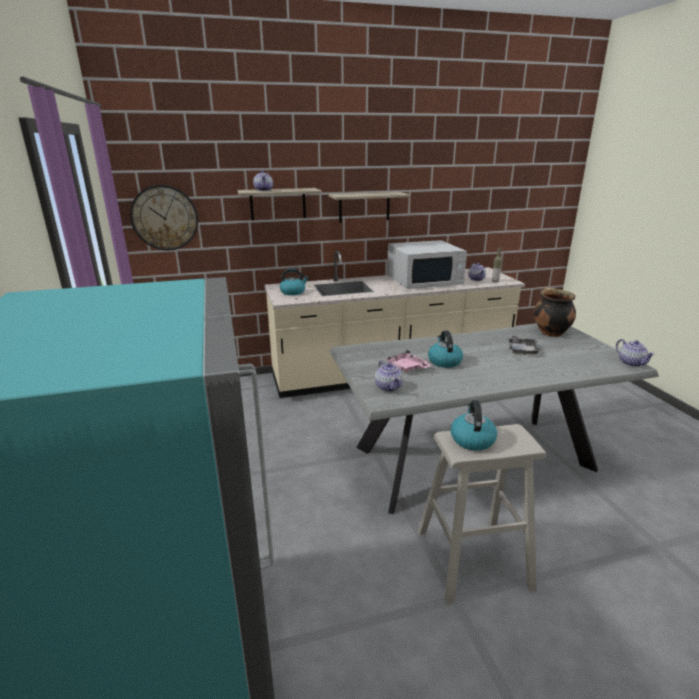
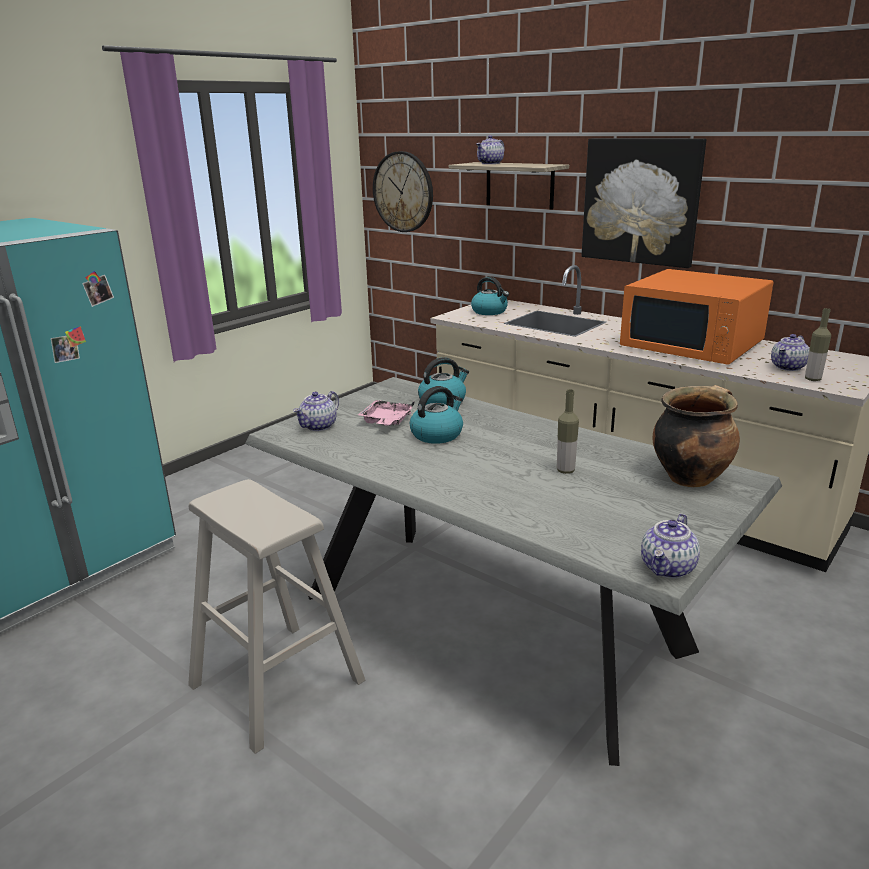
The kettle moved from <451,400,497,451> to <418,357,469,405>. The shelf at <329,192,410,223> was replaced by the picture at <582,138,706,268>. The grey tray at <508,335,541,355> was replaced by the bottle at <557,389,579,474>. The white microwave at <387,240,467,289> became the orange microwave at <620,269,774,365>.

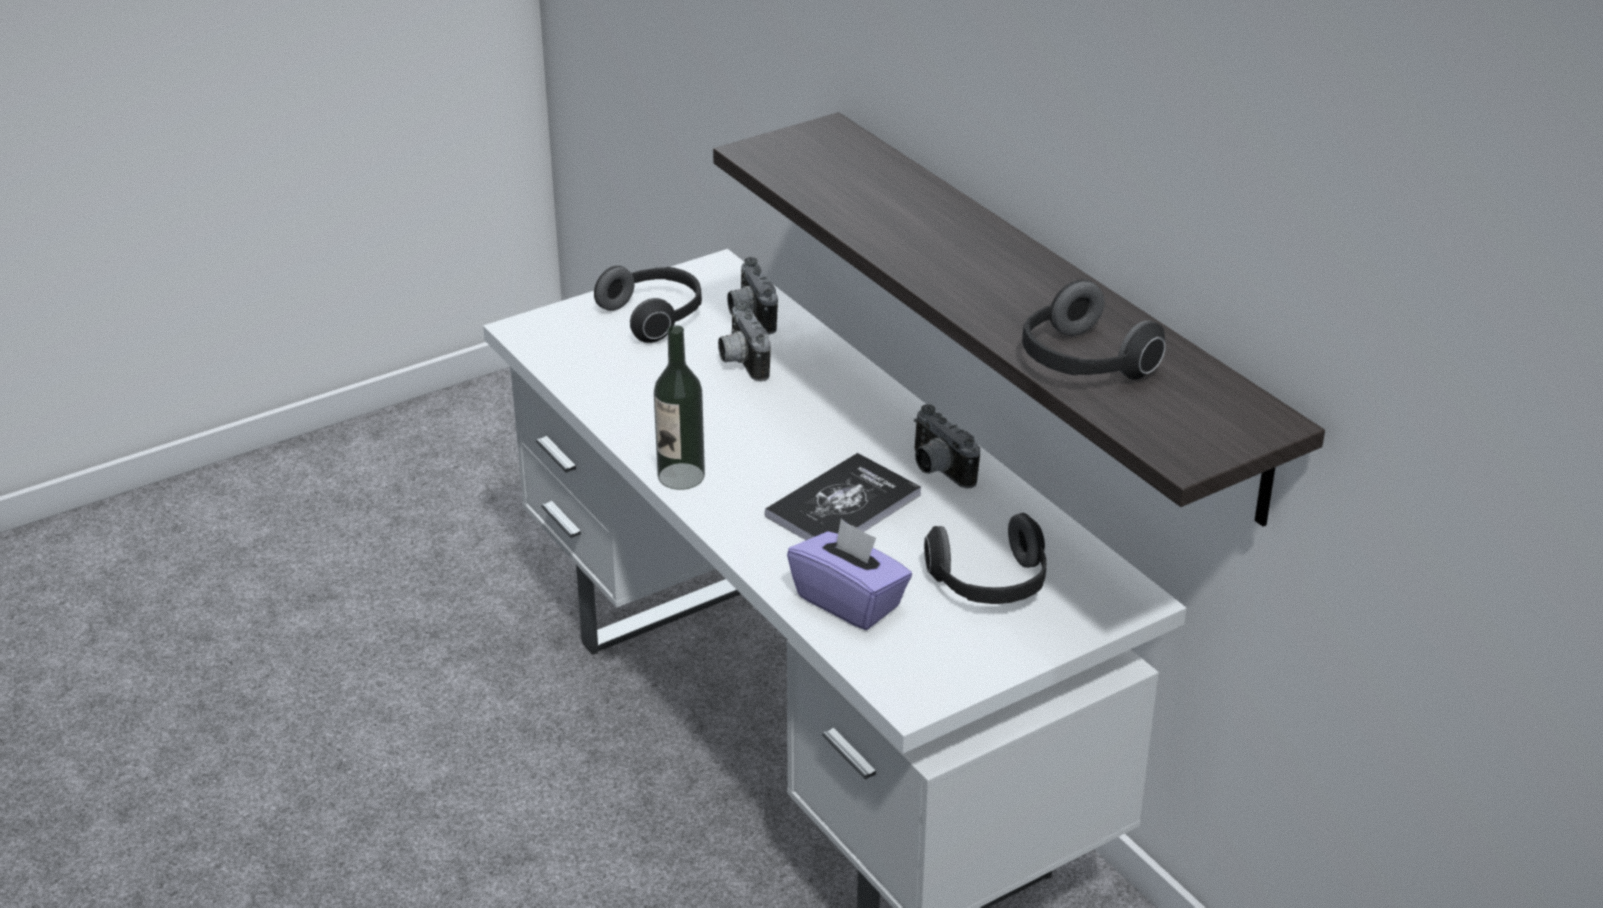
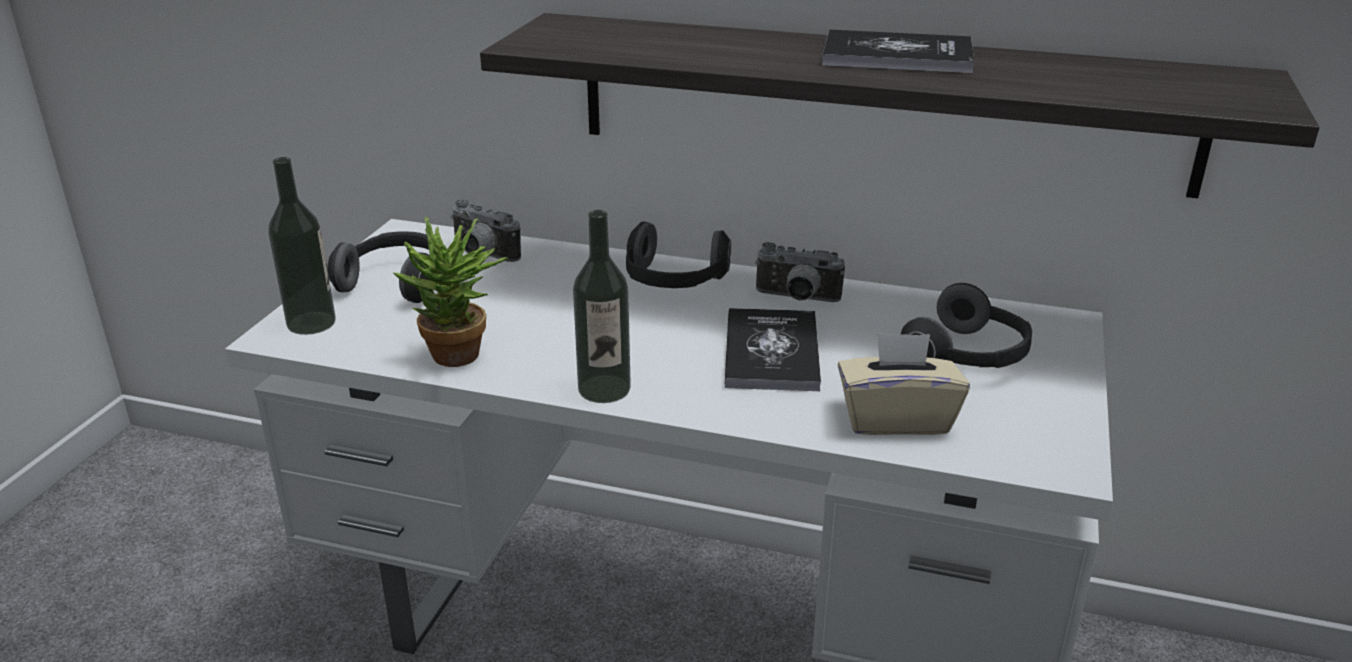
The photo camera at <718,301,771,381> disappeared. The bottle at <268,157,336,335> appeared. The potted plant at <393,216,509,367> appeared. The book at <822,30,974,74> appeared. The headphones moved from <1022,279,1166,380> to <626,221,731,288>. The purple tissue box at <787,518,912,630> became the beige tissue box at <838,333,970,435>.

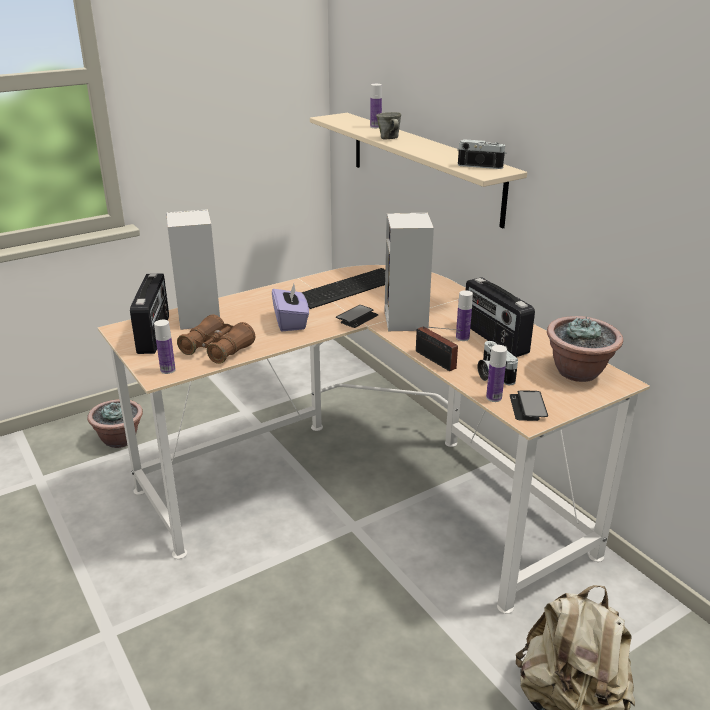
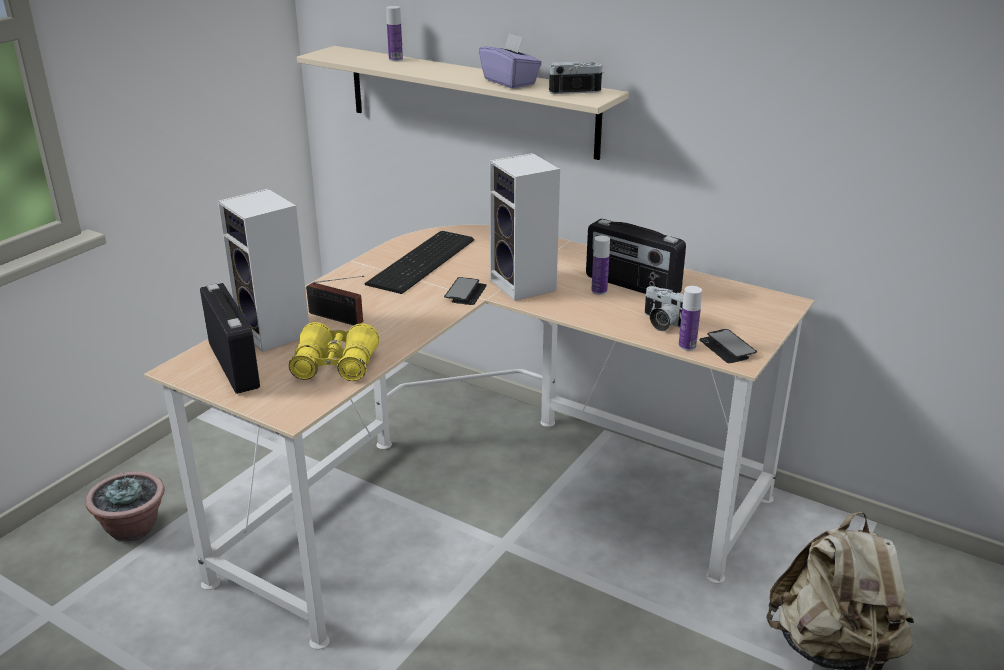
The bottle at <154,320,176,374> disappeared. The grey mug at <376,112,401,140> disappeared. The potted plant at <547,316,623,382> disappeared. The purple tissue box moved from <272,284,309,331> to <479,33,542,89>. The radio moved from <416,326,463,371> to <306,276,364,326>. The brown binoculars at <177,314,255,364> became the yellow binoculars at <289,322,379,381>.

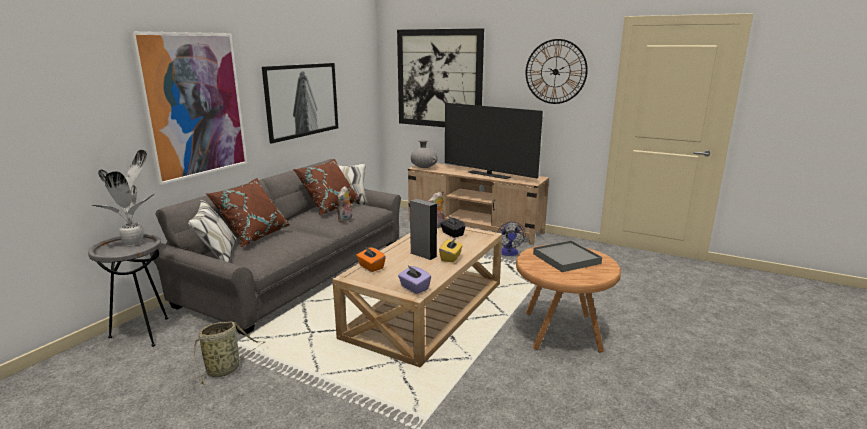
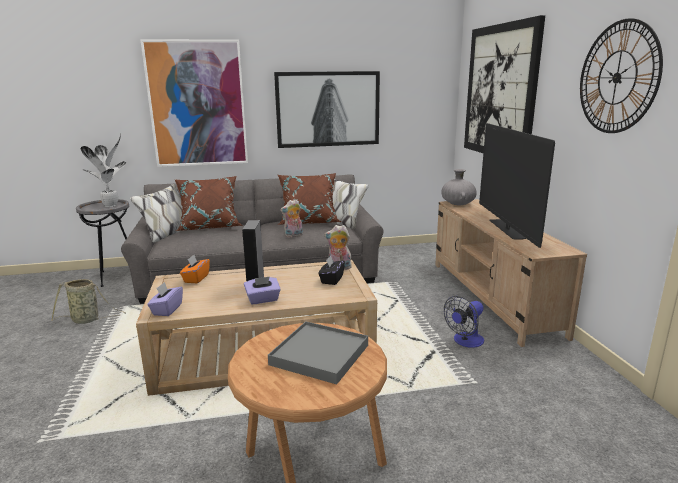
The yellow tissue box at <439,238,463,262> became the purple tissue box at <244,277,281,304>.

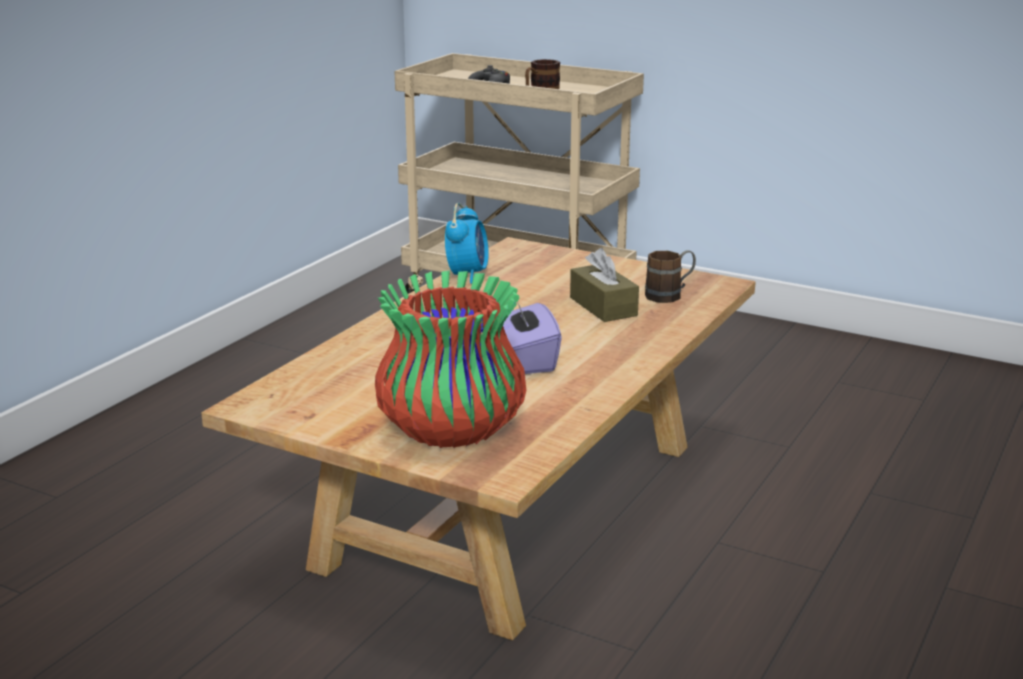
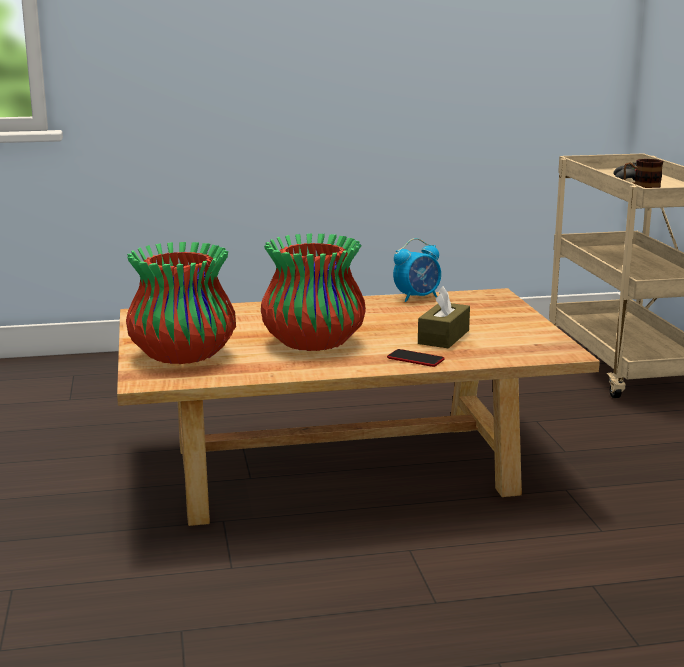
The brown mug at <645,250,696,303> disappeared. The phone at <387,349,445,367> appeared. The purple tissue box at <503,301,562,374> was replaced by the vase at <261,233,366,351>.

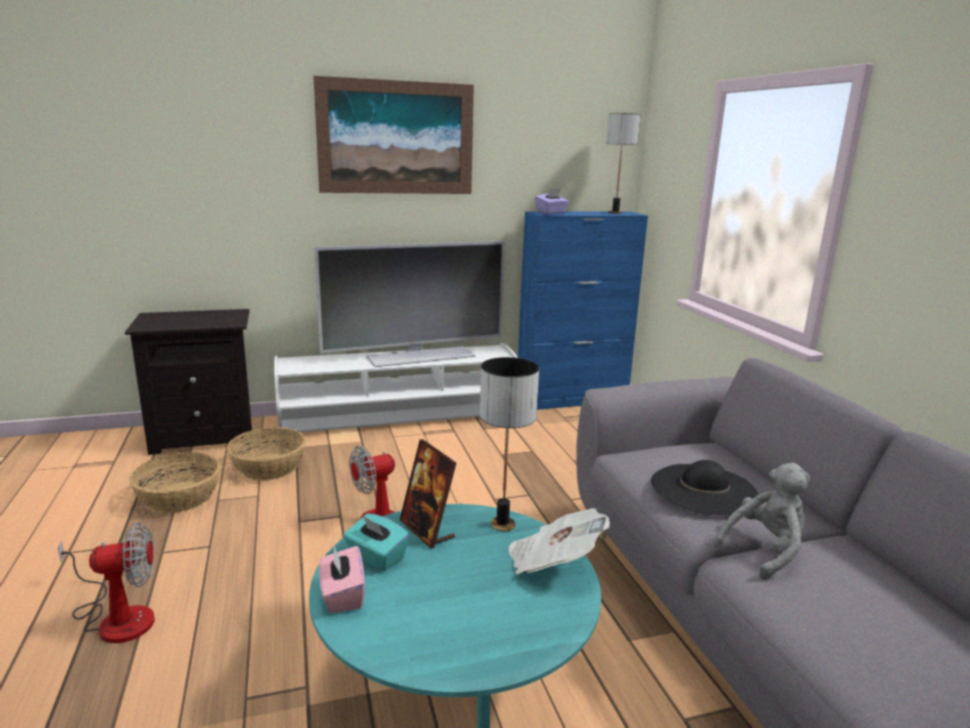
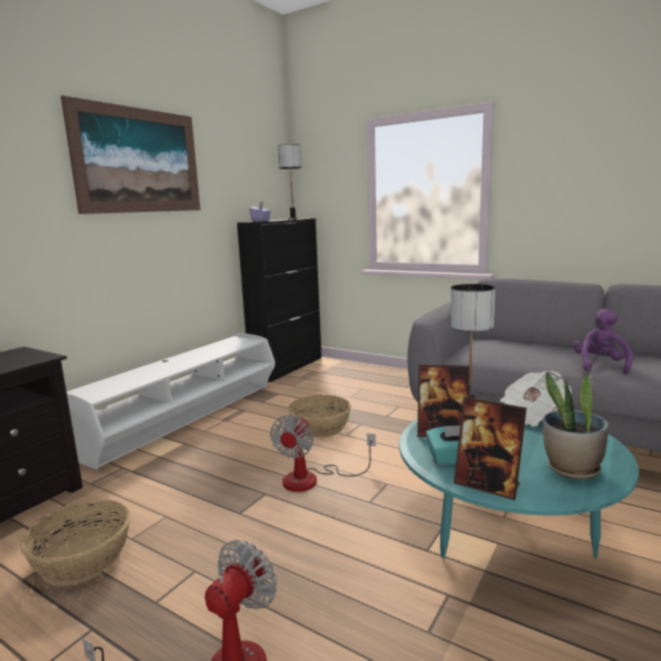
The television at <314,241,505,367> disappeared. The black hat at <651,460,759,515> disappeared. The potted plant at <543,372,609,480> appeared. The basket moved from <227,427,306,481> to <288,395,351,438>. The pink tissue box at <319,546,365,613> was replaced by the picture frame at <454,397,527,500>. The blue cabinet at <518,211,648,410> became the black cabinet at <237,218,322,382>. The grey plush toy at <713,463,810,580> became the purple plush toy at <573,309,633,375>.

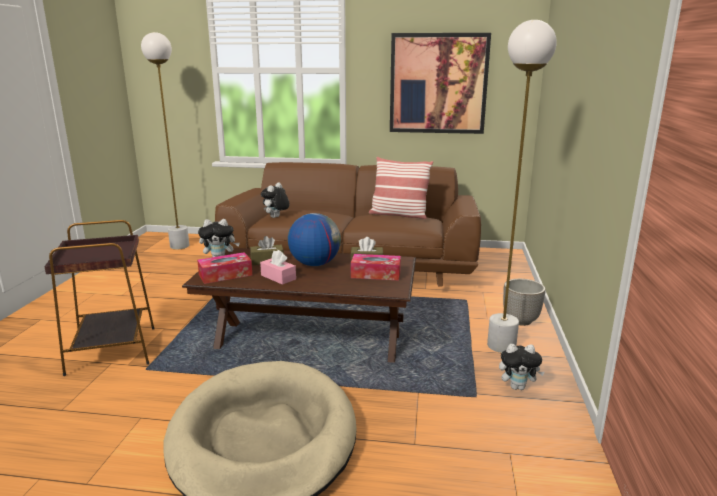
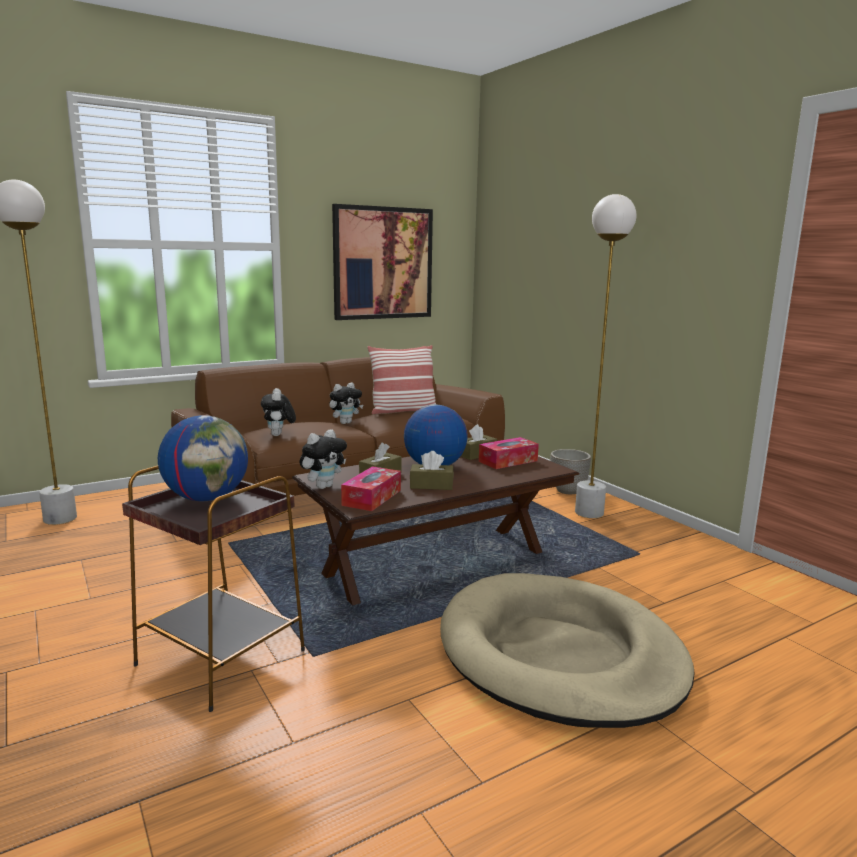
The globe at <158,415,248,501> appeared. The plush toy moved from <499,344,545,390> to <329,383,363,424>. The pink tissue box at <260,250,296,285> became the brown tissue box at <410,451,454,490>.

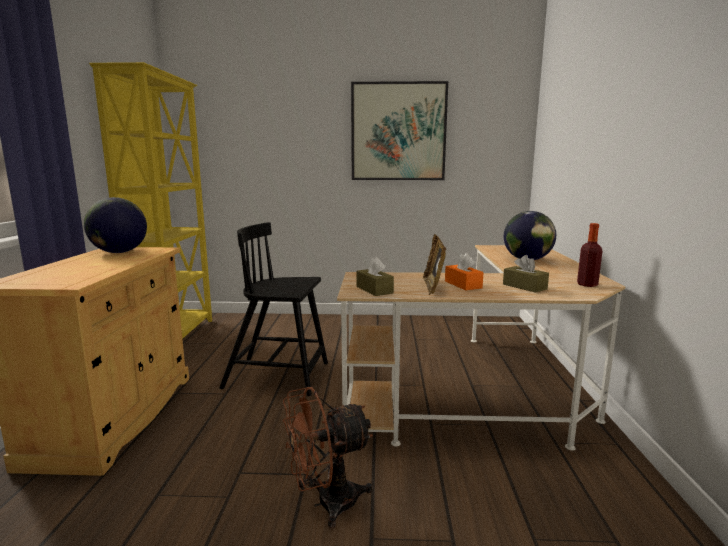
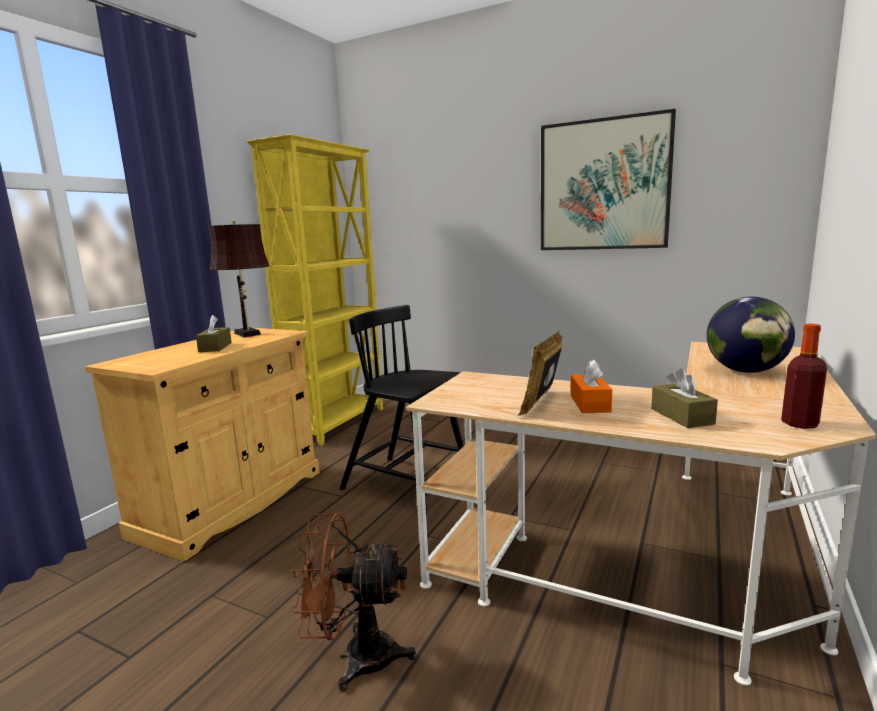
The brown tissue box moved from <356,257,394,296> to <196,315,232,352>. The globe at <84,197,147,253> was replaced by the brown table lamp at <208,219,270,337>.

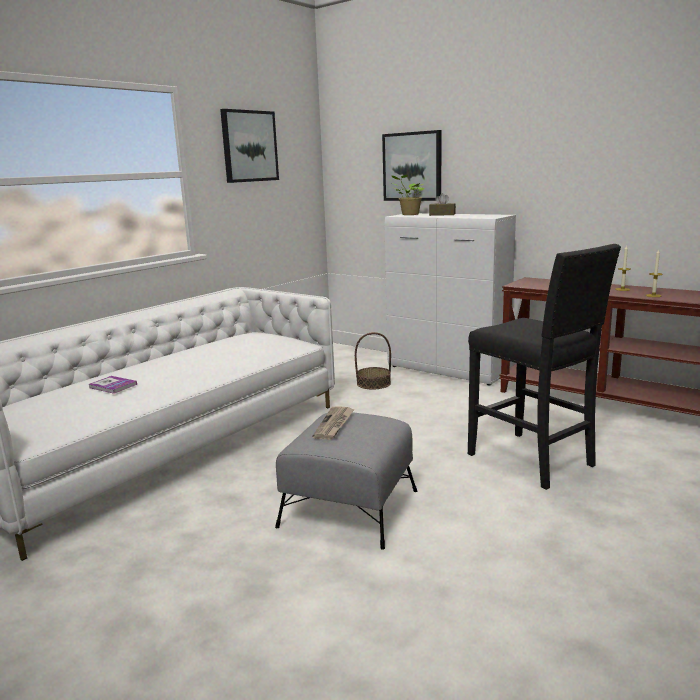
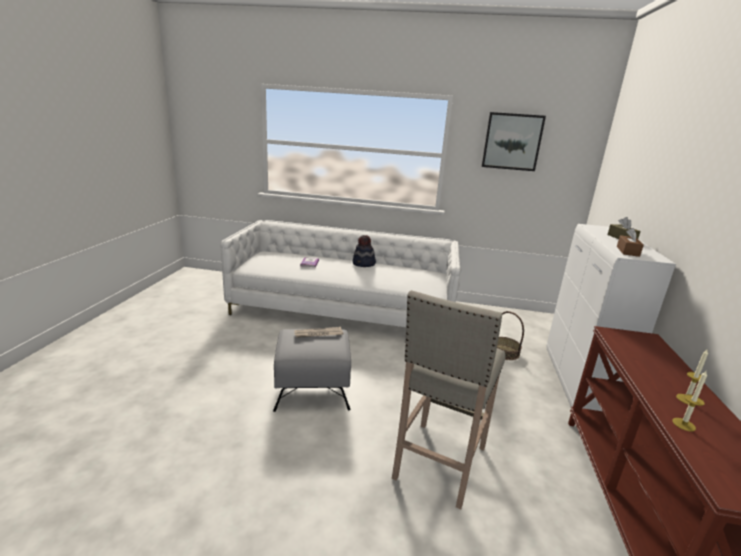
The picture at <382,130,441,201> disappeared. The potted plant at <391,174,424,215> disappeared. The hat at <352,235,376,267> appeared. The brown tissue box at <617,228,644,257> appeared. The black stool at <468,244,621,490> became the beige stool at <392,290,506,509>.

